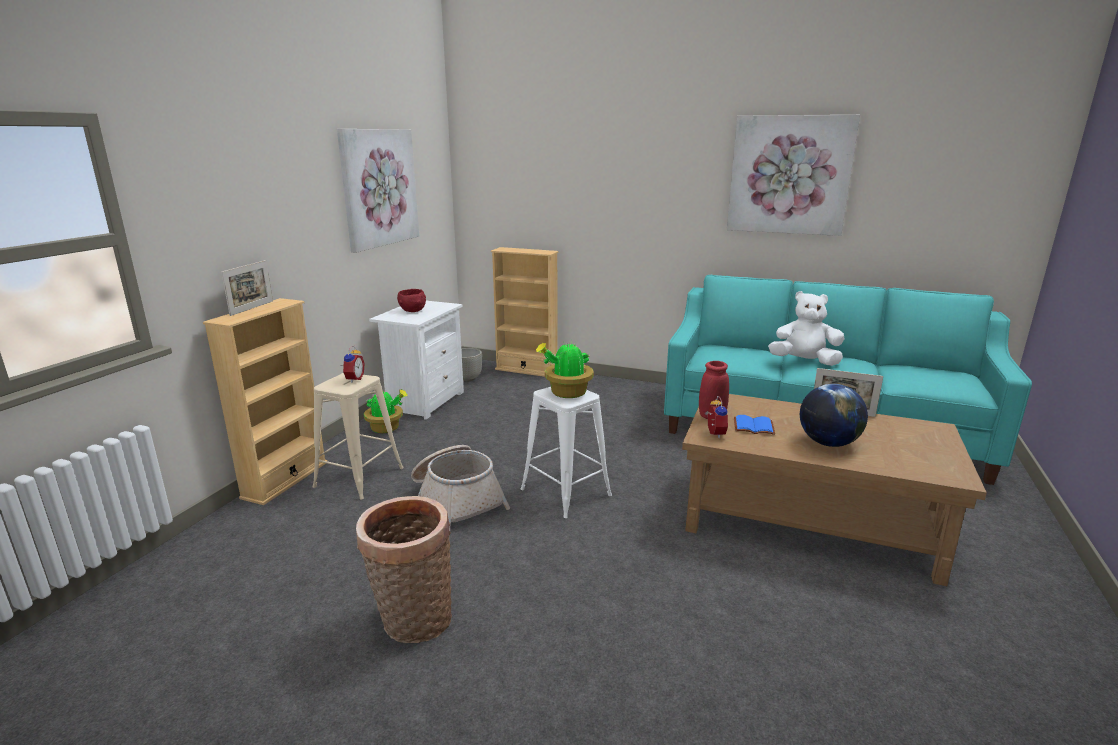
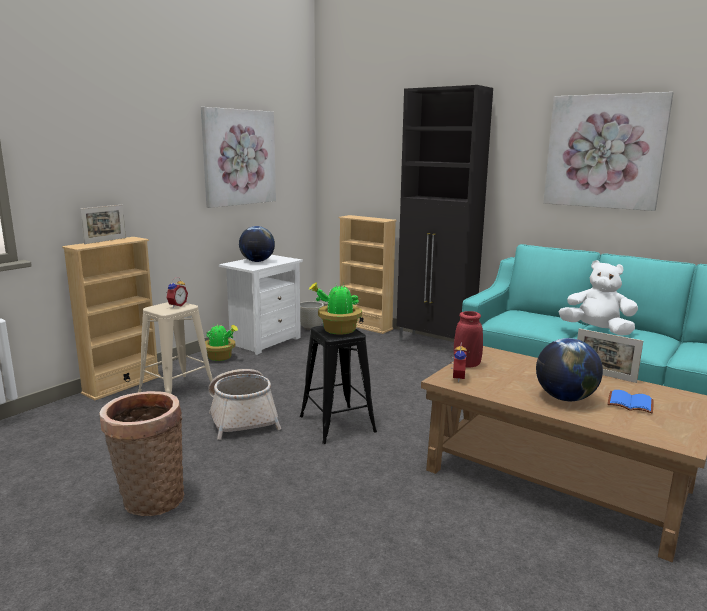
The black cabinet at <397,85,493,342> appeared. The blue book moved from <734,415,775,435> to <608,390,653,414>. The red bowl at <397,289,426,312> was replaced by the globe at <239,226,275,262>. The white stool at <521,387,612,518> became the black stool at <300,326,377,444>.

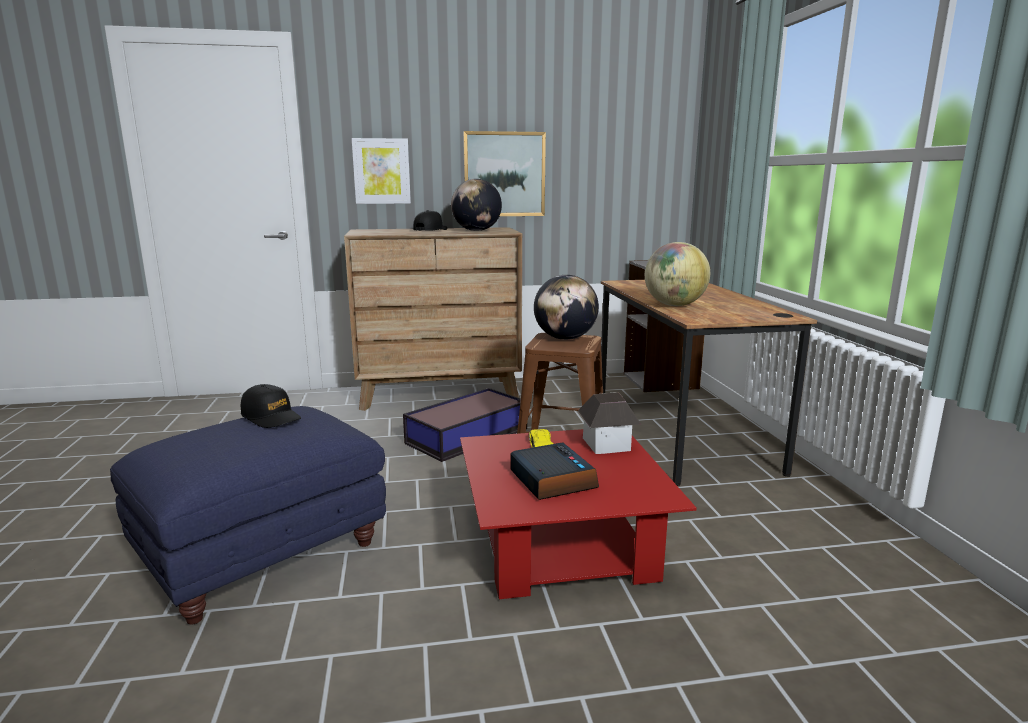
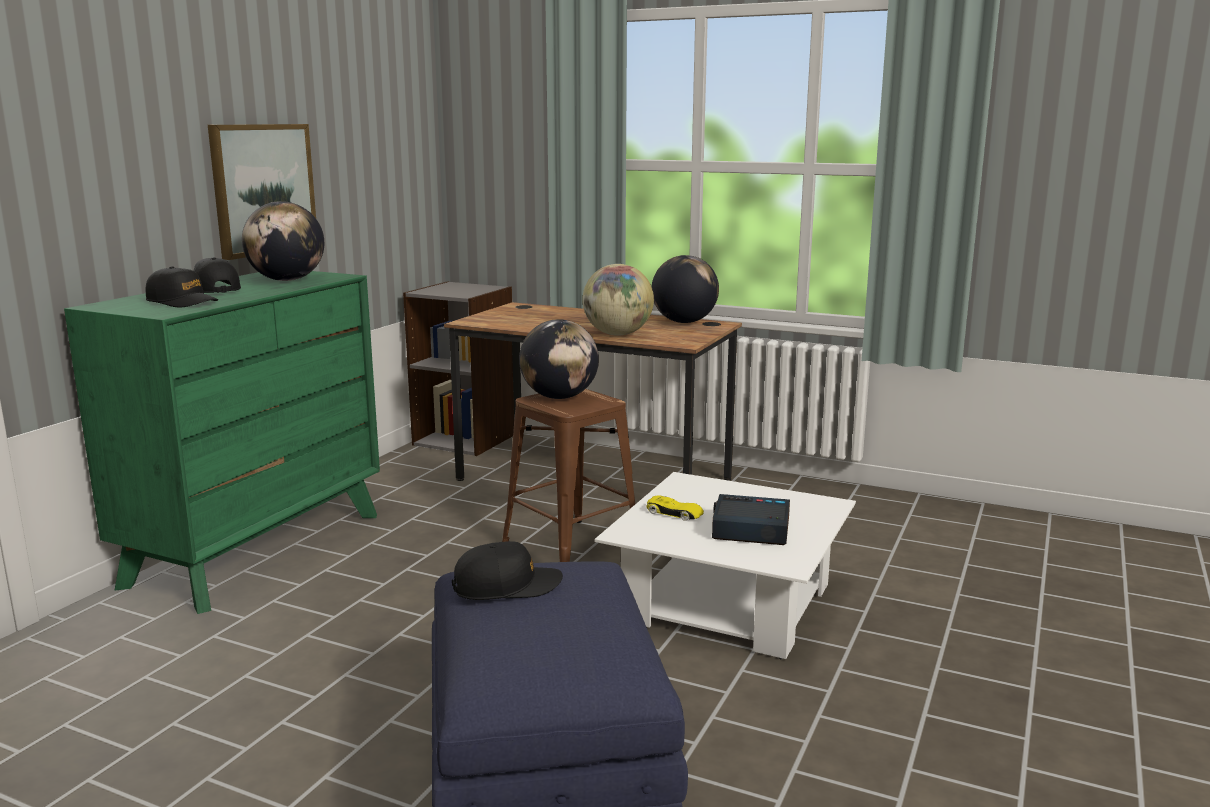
The picture at <352,138,411,204> disappeared. The storage box at <403,388,527,462> disappeared. The toy house at <578,392,641,454> disappeared. The black cap at <145,266,218,307> appeared. The globe at <652,255,719,323> appeared. The brown dresser at <344,227,522,411> became the green dresser at <64,271,380,614>. The red coffee table at <460,429,697,599> became the white coffee table at <594,472,856,659>.

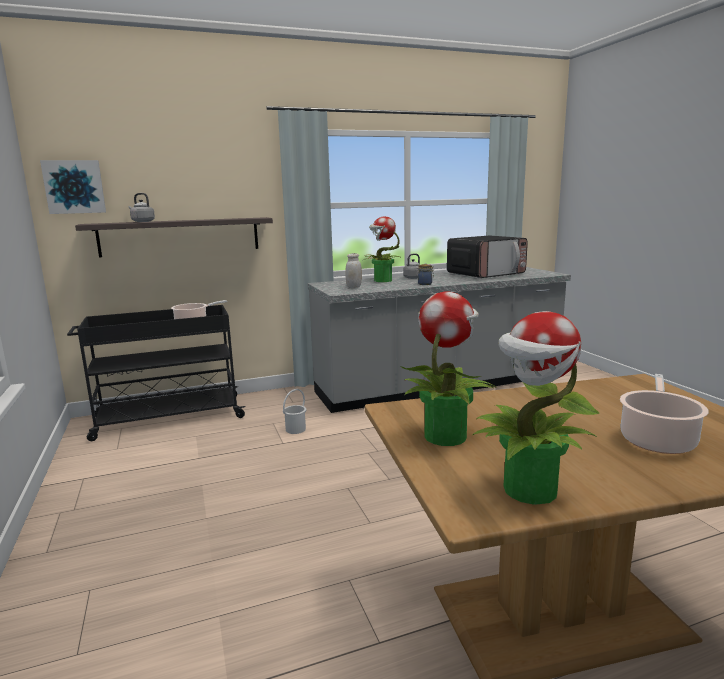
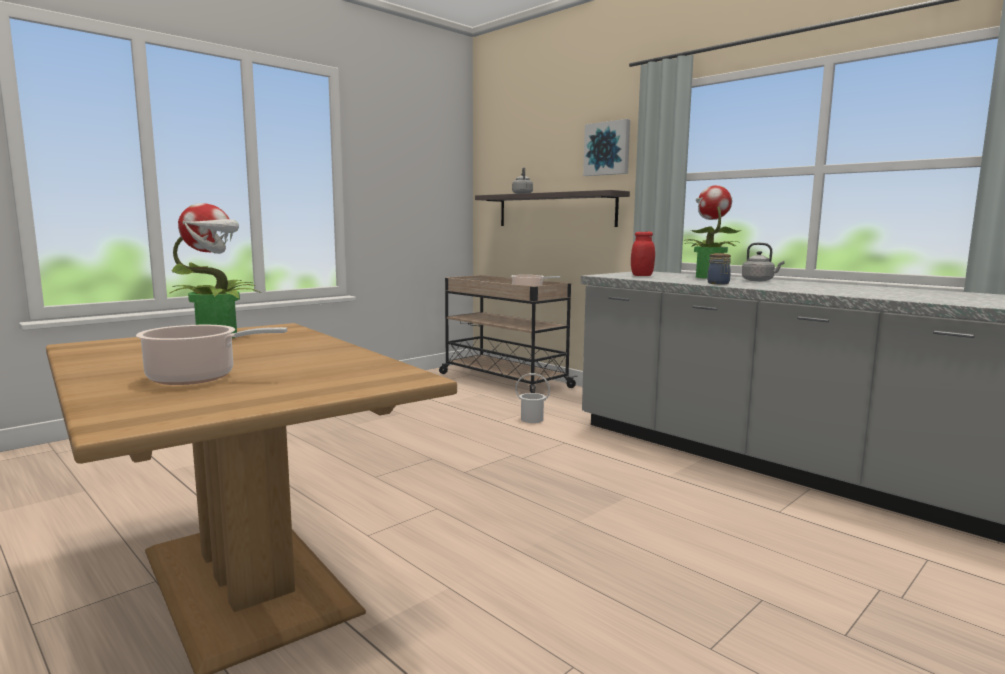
The microwave at <447,236,528,278> disappeared. The potted plant at <472,311,600,505> disappeared. The picture moved from <40,160,106,214> to <583,119,630,176>. The black cart at <67,305,246,441> became the beige cart at <439,275,578,393>. The white jar at <345,253,362,288> became the red jar at <631,232,655,276>.

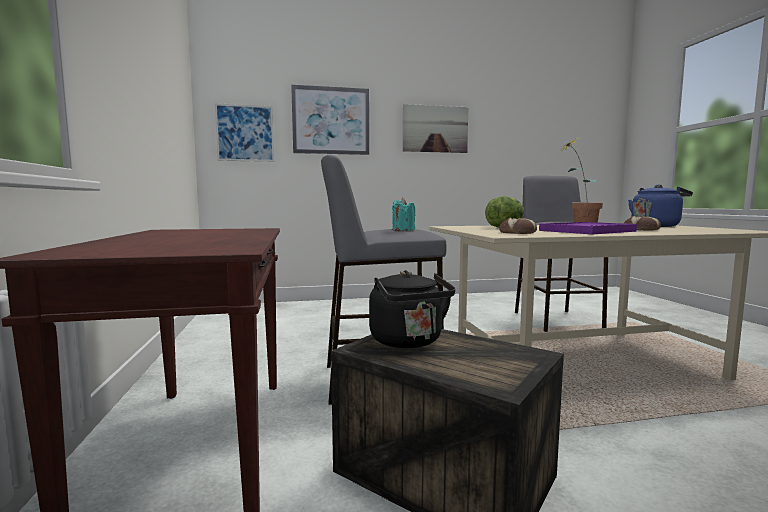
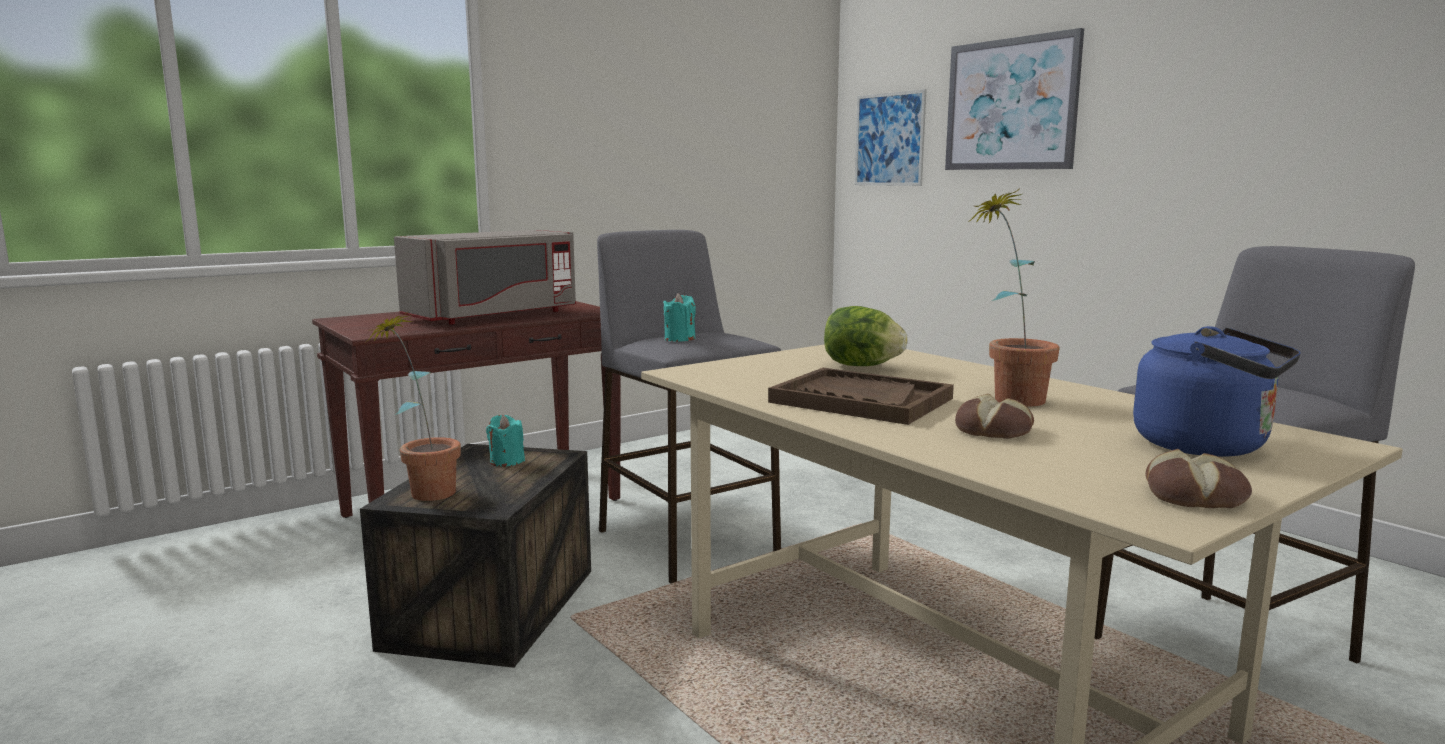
The picture at <403,104,468,153> disappeared. The potted plant at <366,312,461,501> appeared. The grey microwave at <394,230,576,324> appeared. The bread moved from <499,218,537,234> to <1146,449,1252,508>. The black kettle at <369,270,455,348> was replaced by the turquoise candle at <486,415,525,467>. The purple tray at <539,222,637,234> became the brown tray at <768,368,954,425>.

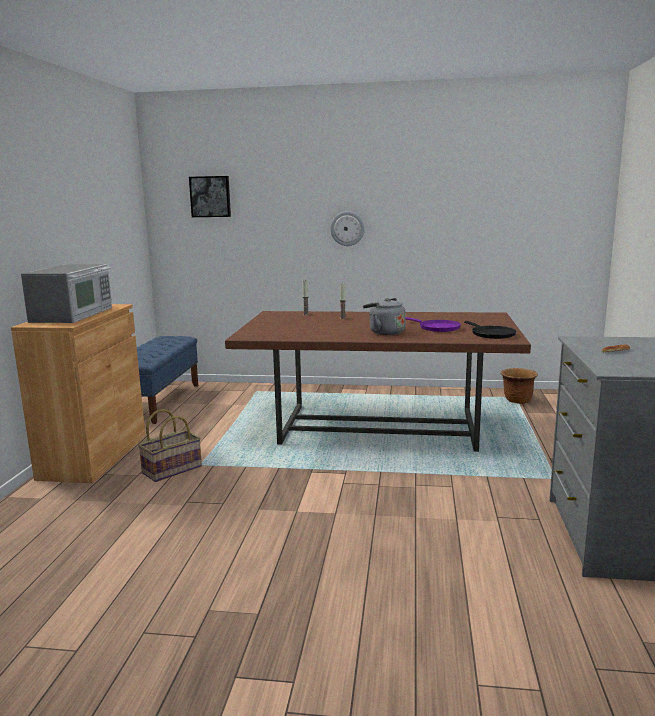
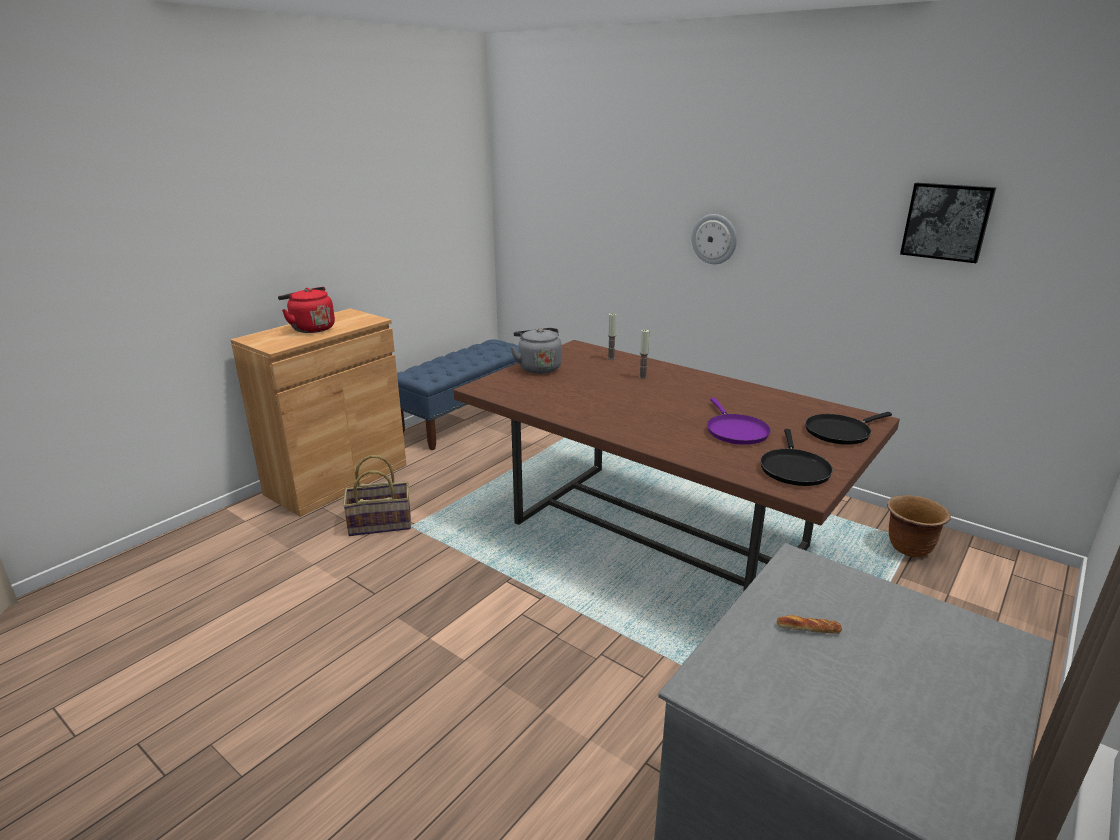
The black frying pan at <805,412,892,445> appeared. The picture moved from <189,176,231,217> to <900,183,996,263>. The grey kettle moved from <363,298,406,335> to <511,328,562,374>. The microwave at <21,264,112,323> was replaced by the red kettle at <278,287,335,333>.

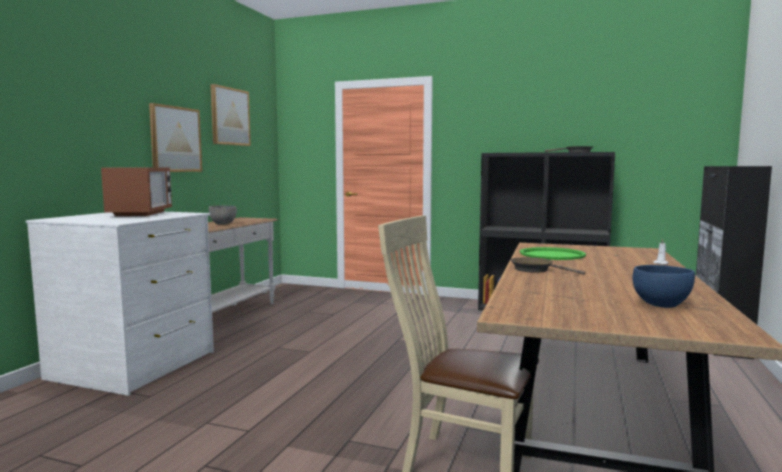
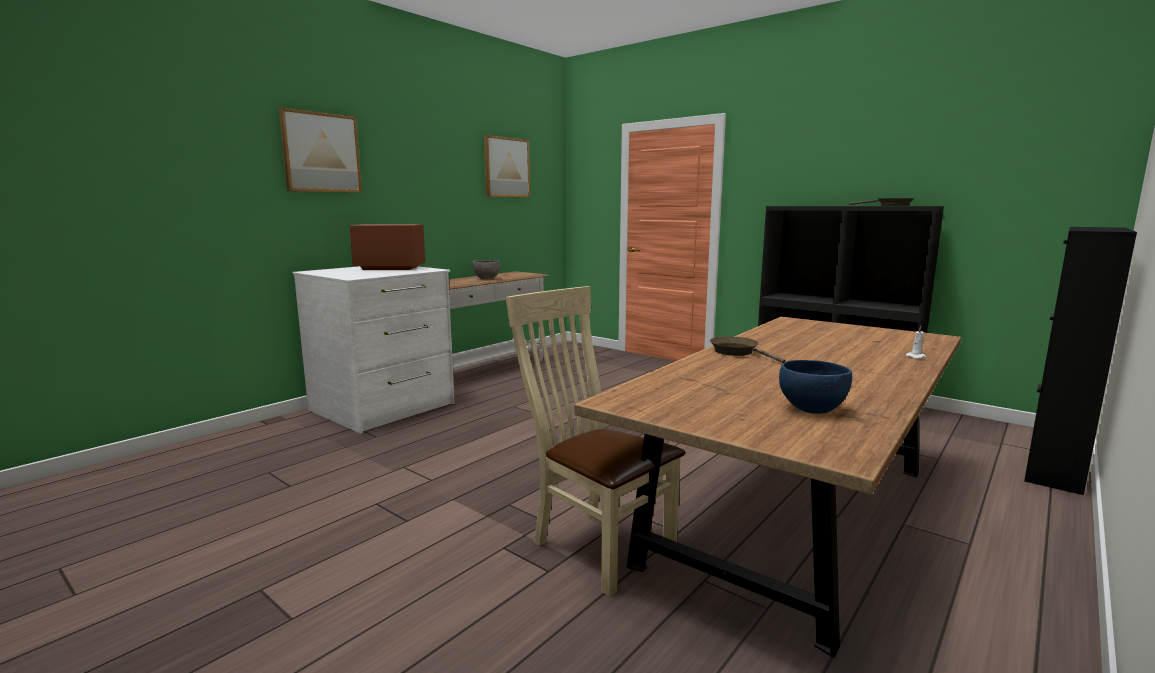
The green tray at <520,247,586,260> disappeared. The picture moved from <149,103,202,172> to <278,107,362,193>. The microwave at <101,168,172,217> turned 105 degrees counterclockwise.

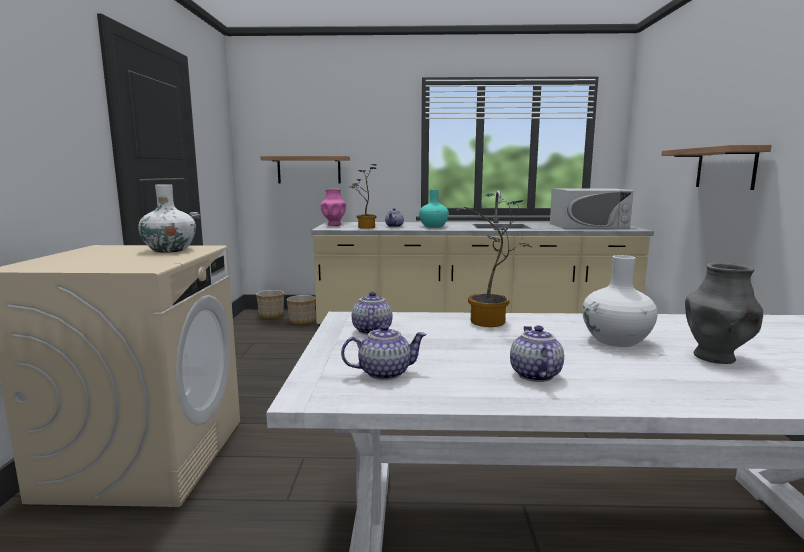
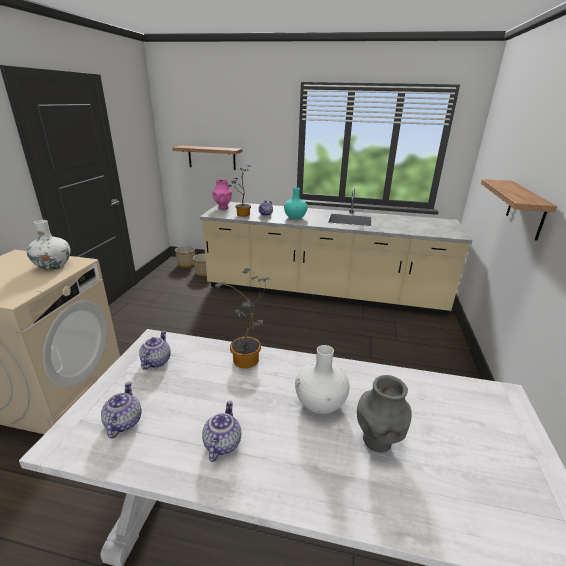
The white microwave at <550,188,633,229> disappeared. The teapot at <341,324,427,380> turned 90 degrees counterclockwise.

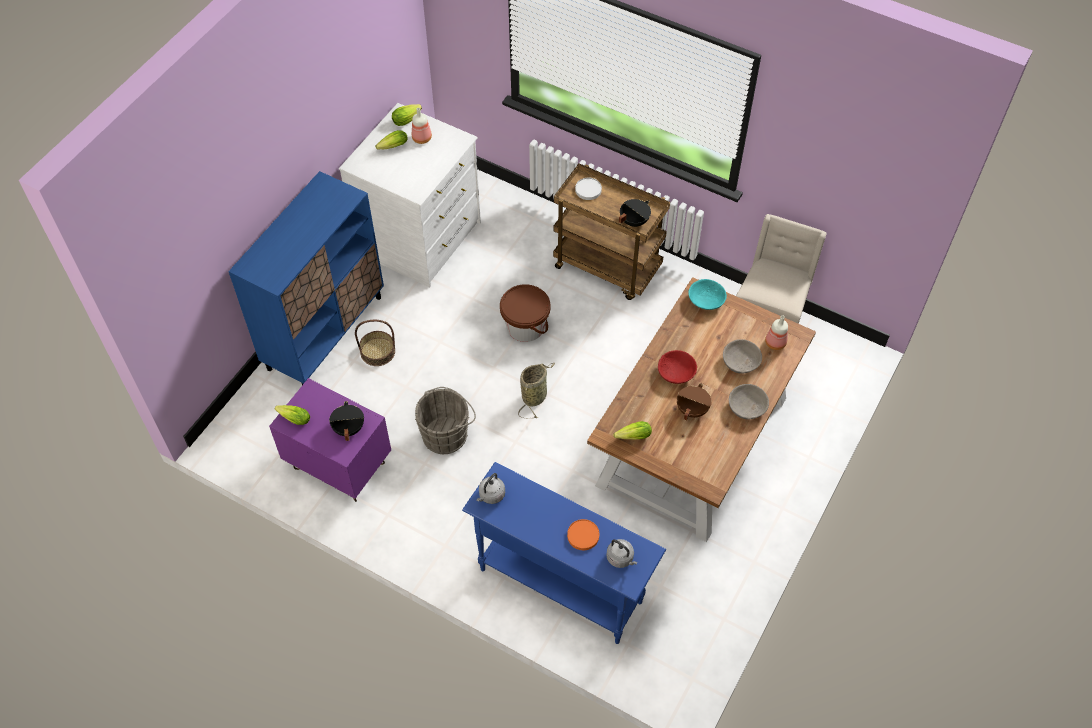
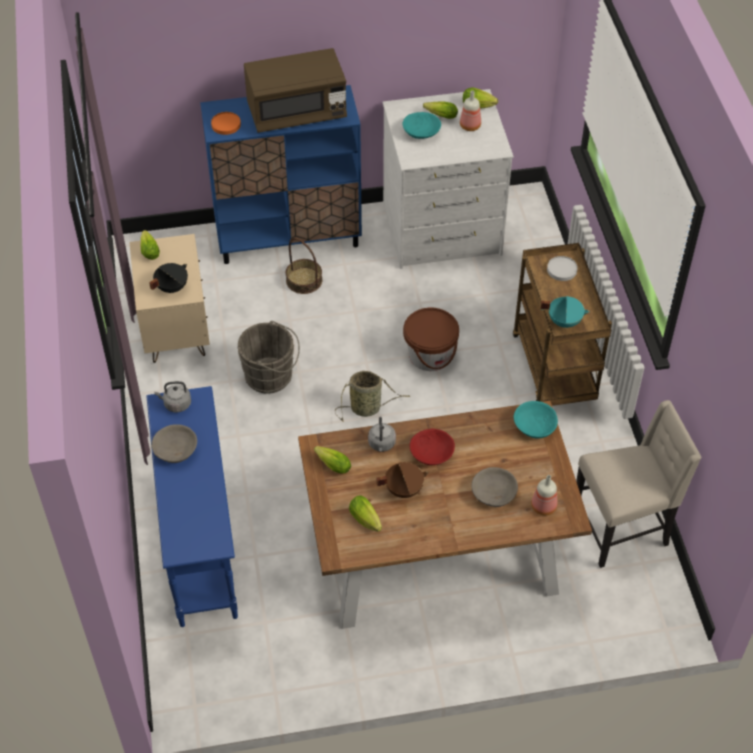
The brown microwave at <244,48,347,133> appeared. The lettuce at <349,496,382,532> appeared. The turquoise bowl at <403,112,441,139> appeared. The orange plate moved from <567,519,599,550> to <211,112,241,135>. The grey kettle moved from <606,539,638,568> to <368,417,396,452>. The grey bowl moved from <729,384,769,419> to <151,424,197,463>. The purple nightstand at <269,378,391,502> became the beige nightstand at <129,234,210,363>. The black cooking pot at <619,199,651,227> became the turquoise cooking pot at <541,296,590,328>.

